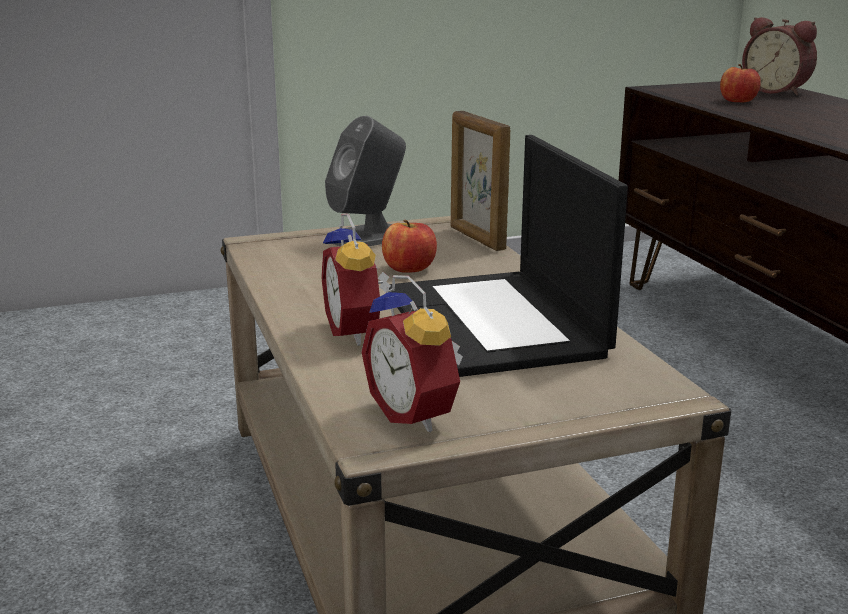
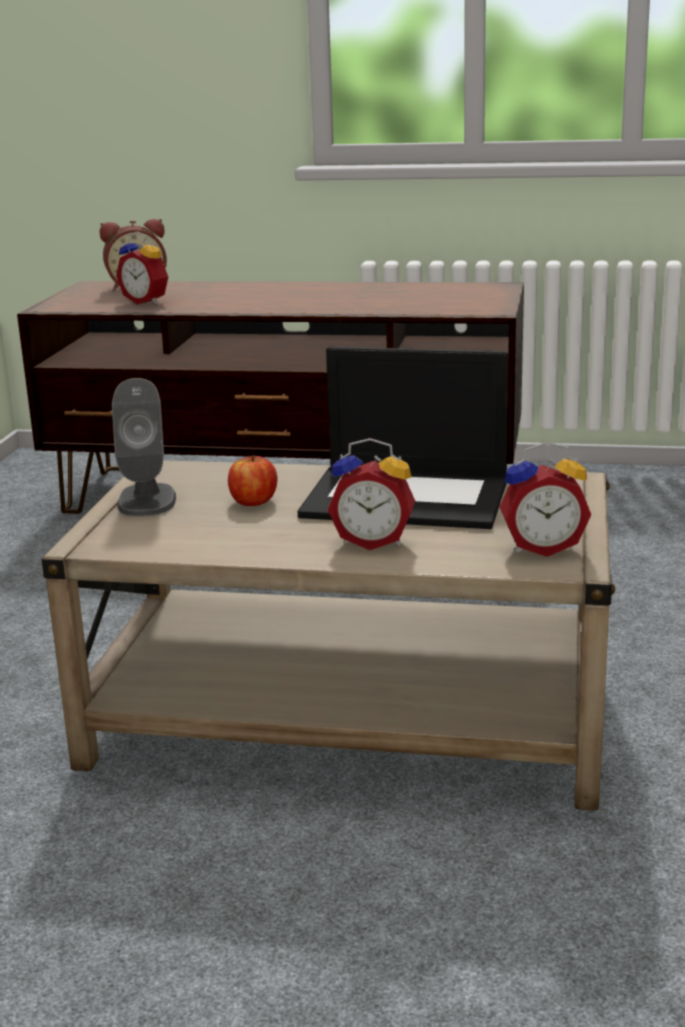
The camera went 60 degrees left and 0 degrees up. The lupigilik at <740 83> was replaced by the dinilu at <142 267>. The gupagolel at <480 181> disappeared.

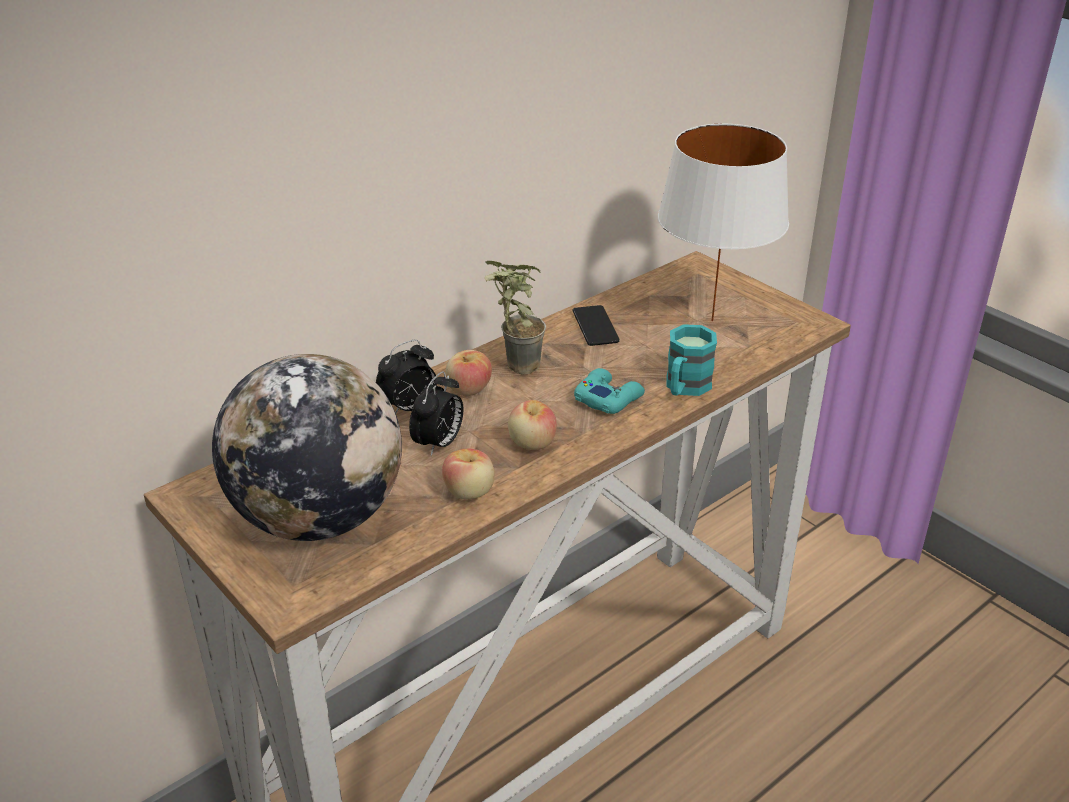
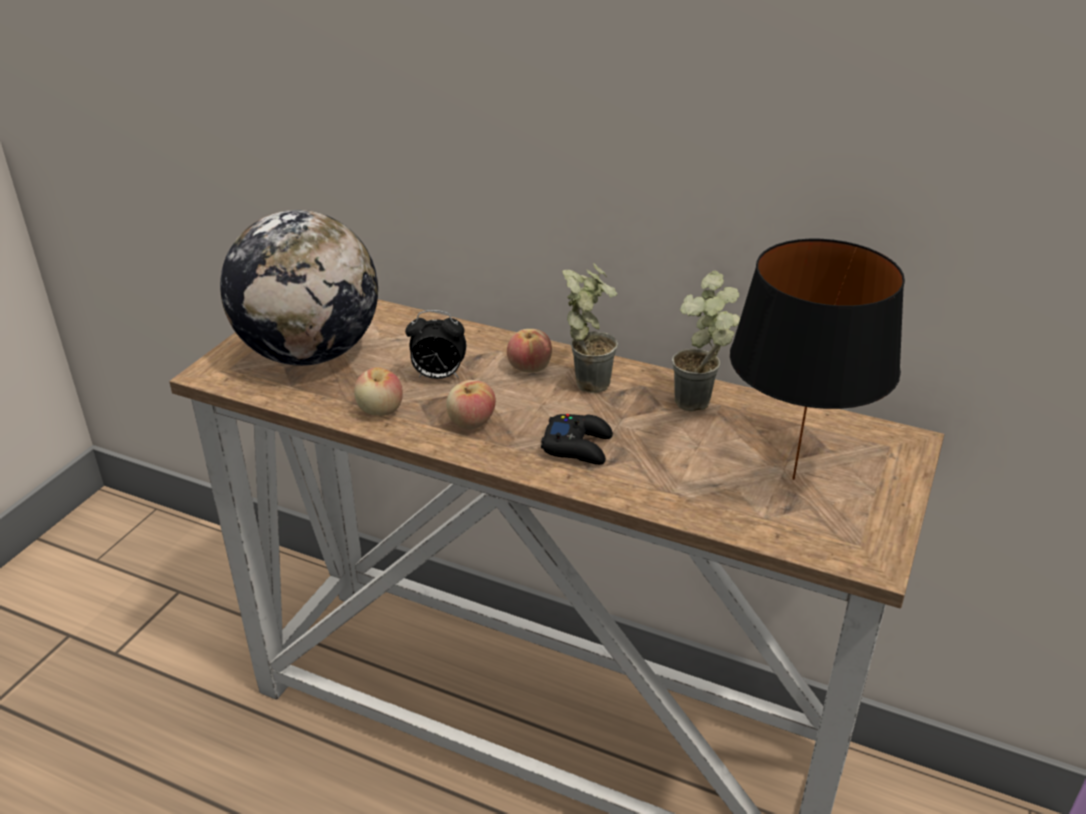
The camera went 65 degrees right and 0 degrees up. The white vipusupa at <723 222> became the black vipusupa at <817 359>. The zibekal at <596 325> was replaced by the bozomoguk at <706 341>. The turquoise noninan at <691 360> disappeared. The dinilu at <406 377> disappeared. The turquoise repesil at <609 391> became the black repesil at <577 439>.

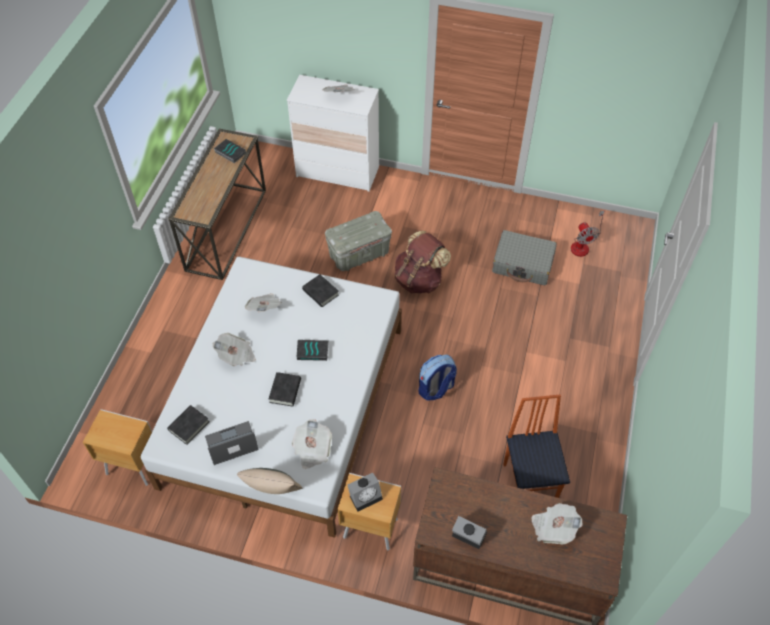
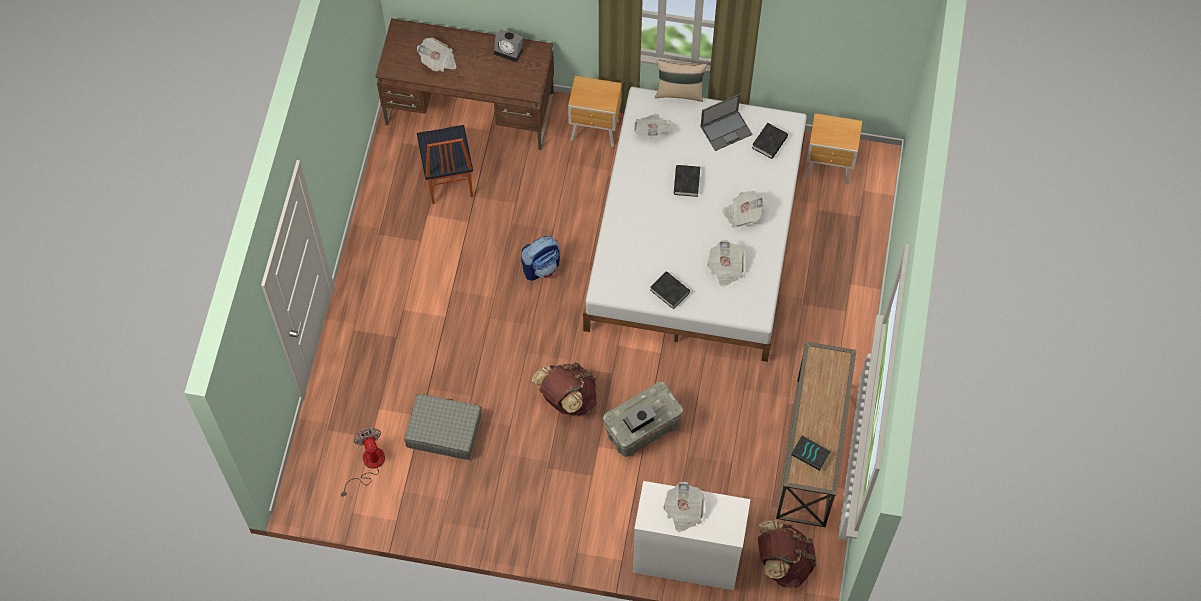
The camera went 175 degrees right and 10 degrees up. The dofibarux at <313 350> disappeared. The dinilu moved from <365 492> to <639 418>. The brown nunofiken at <787 554> appeared.

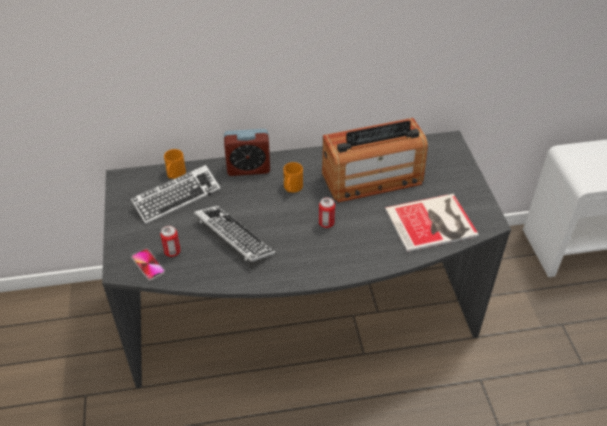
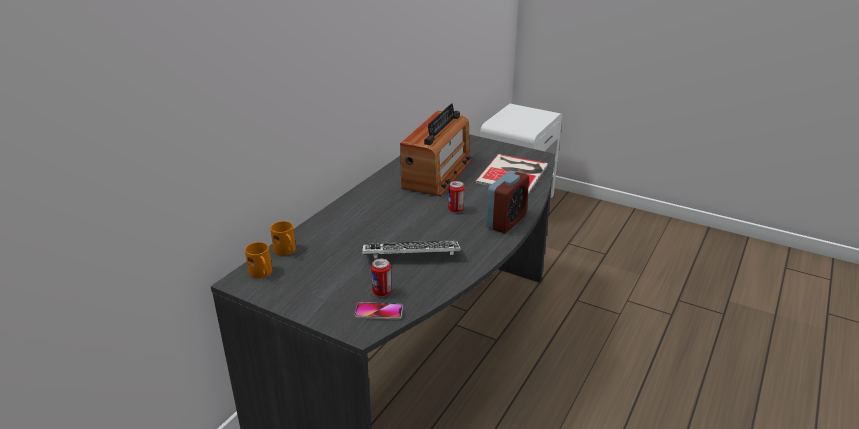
The camera went 50 degrees left and 15 degrees down. The dinilu moved from <247 152> to <507 202>. The orange noninan moved from <293 177> to <258 260>. The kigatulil at <176 195> disappeared.

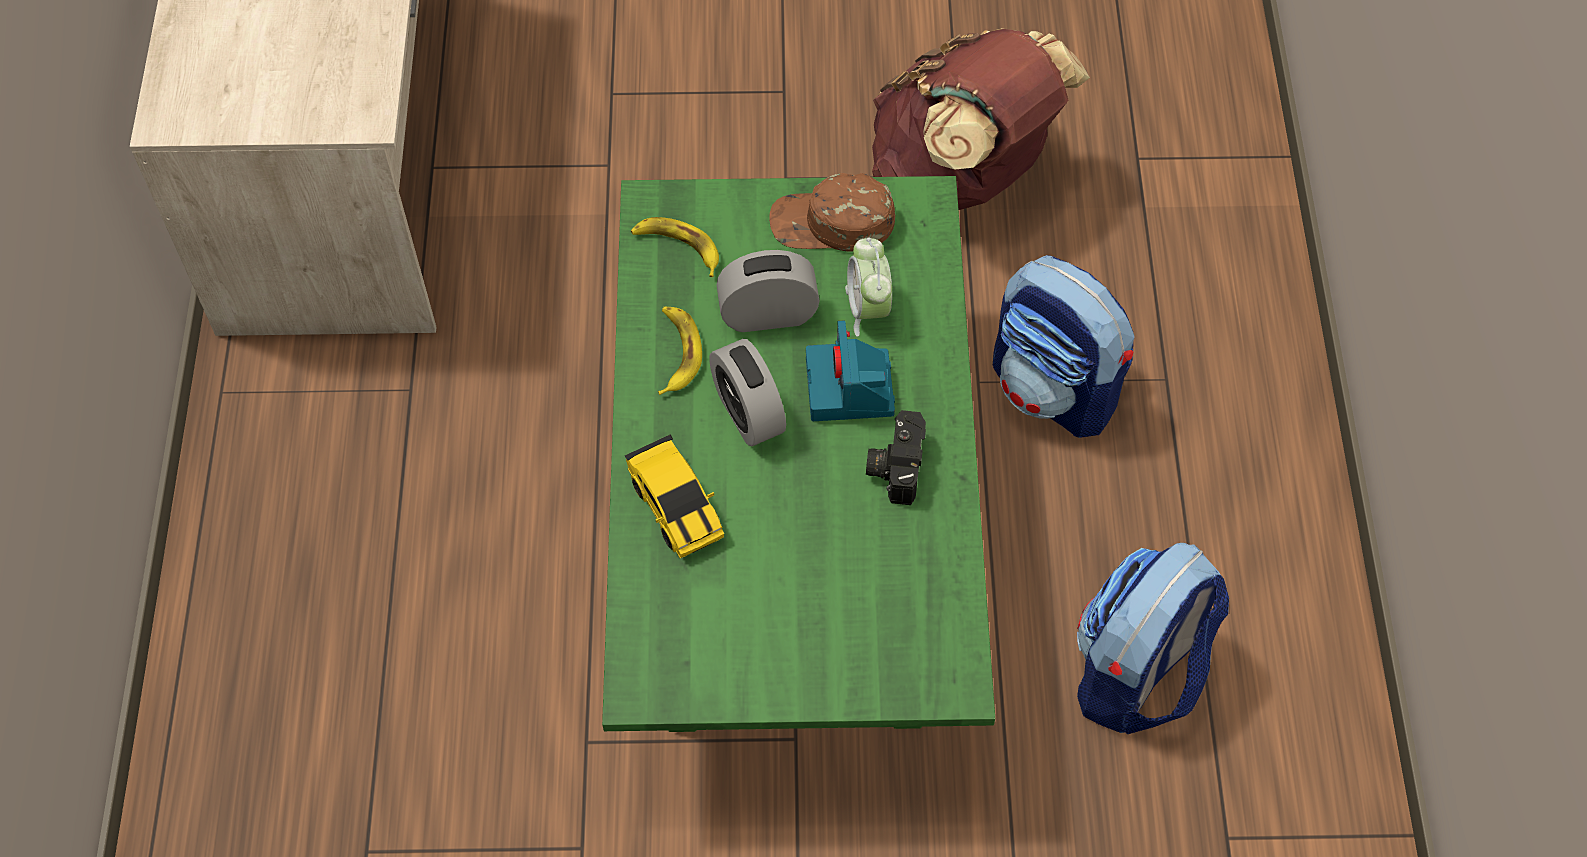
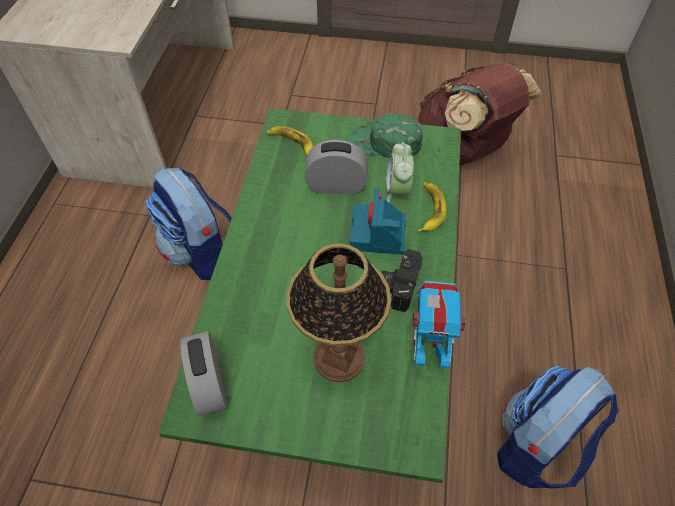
The camera went 10 degrees right and 5 degrees down. The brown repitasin at <832 212> became the green repitasin at <385 135>. The nunofiken moved from <1064 346> to <189 223>. The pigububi moved from <680 351> to <431 207>. The dinilu moved from <747 392> to <204 373>. The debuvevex at <674 496> disappeared. The vipusupa at <338 312> appeared. The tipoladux at <440 325> appeared.

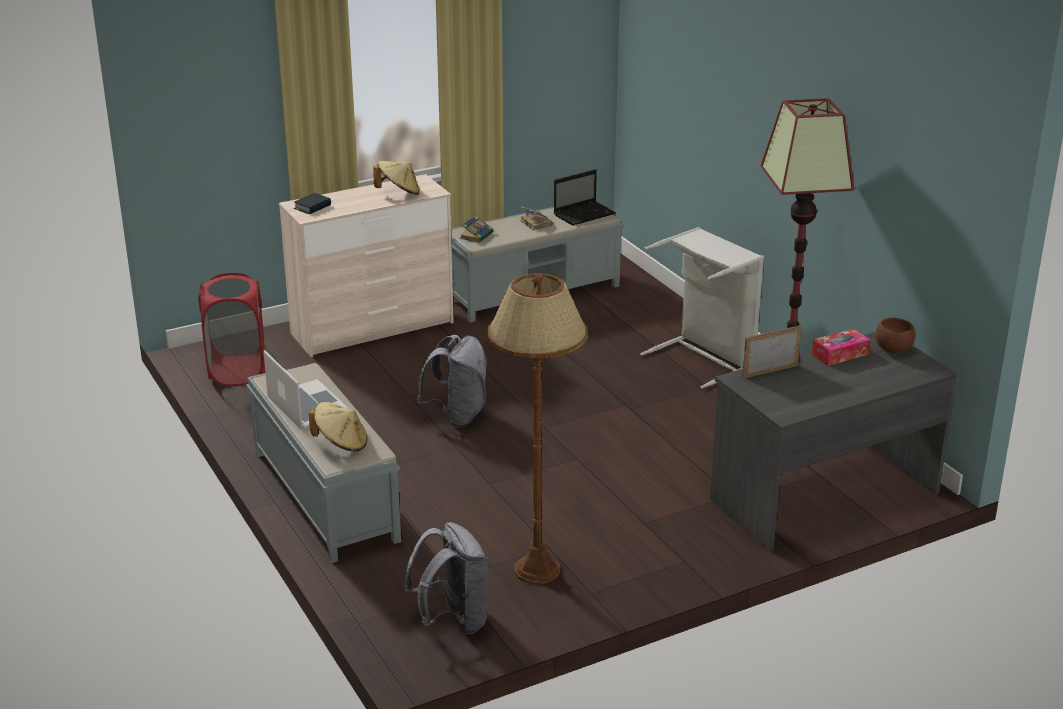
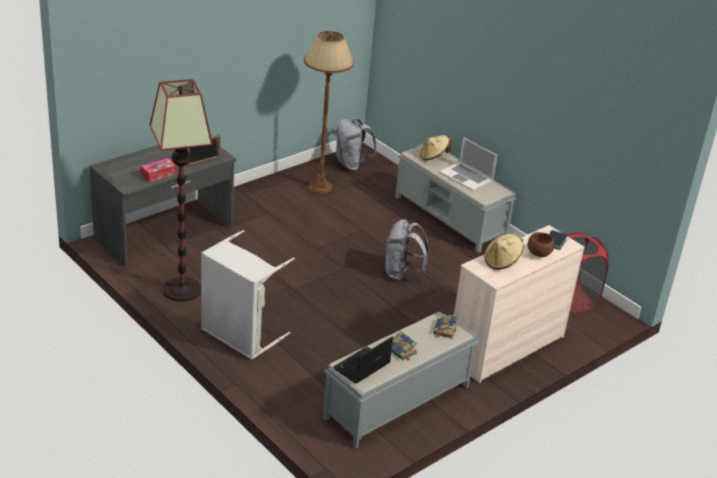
The camera went 165 degrees right and 5 degrees up. The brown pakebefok moved from <895 335> to <541 244>.

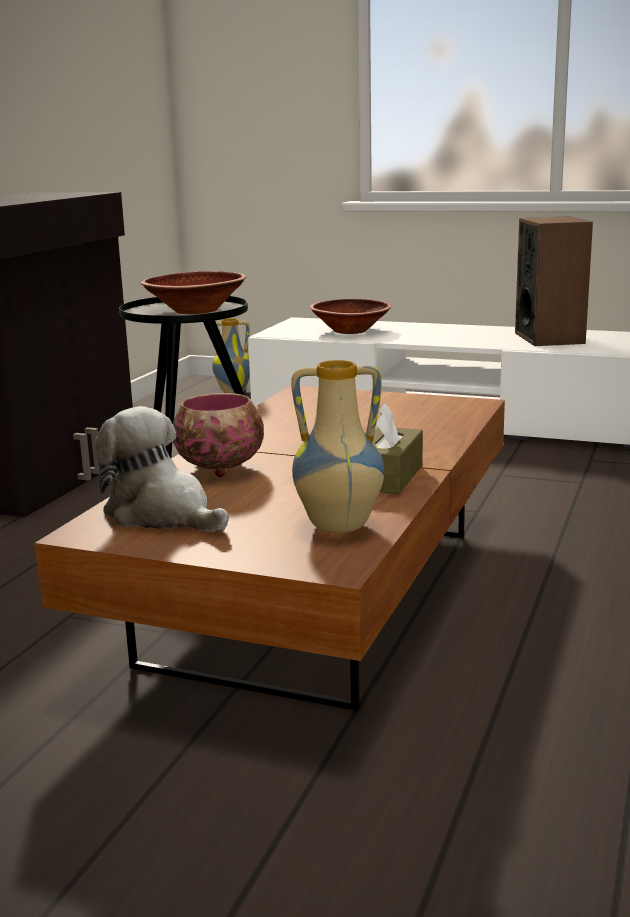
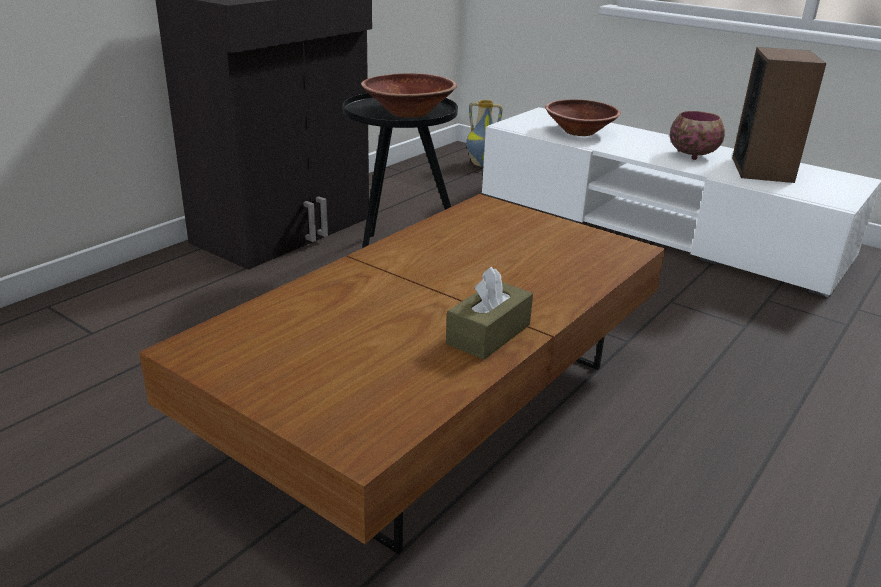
The camera went 15 degrees right and 10 degrees up. The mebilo at <337 446> disappeared. The pakebefok moved from <218 435> to <697 135>. The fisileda at <161 469> disappeared.

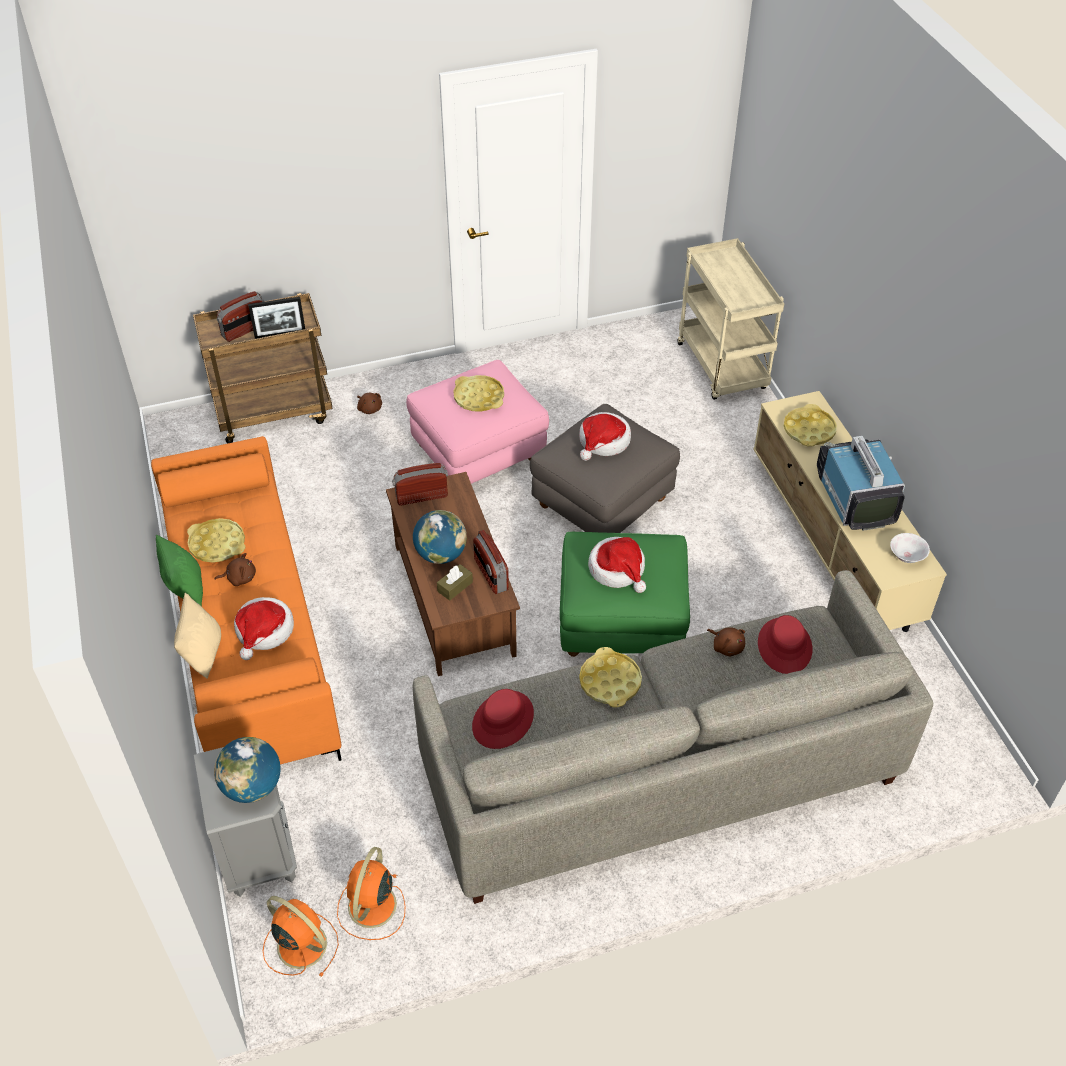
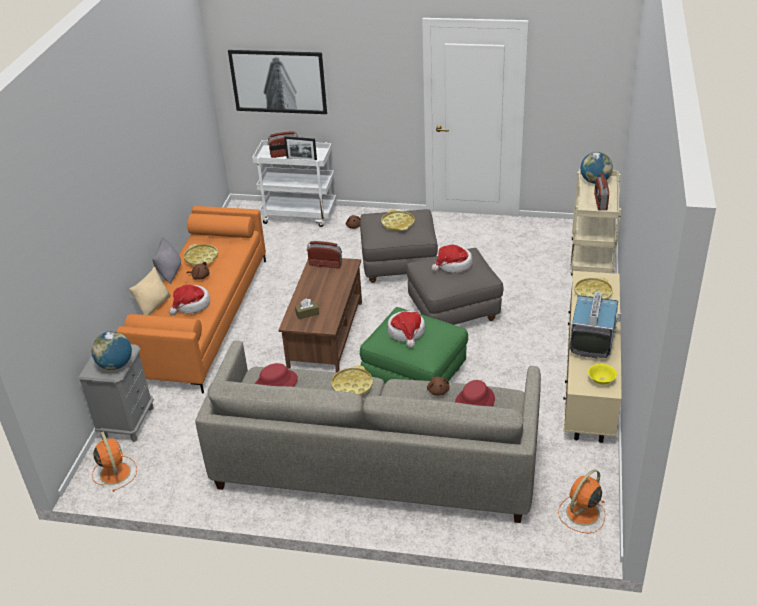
The camera went 30 degrees right and 10 degrees down. The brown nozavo at <263 368> became the white nozavo at <294 183>. The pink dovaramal at <477 422> became the grey dovaramal at <399 246>. The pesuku moved from <440 537> to <596 168>. The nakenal moved from <491 562> to <601 191>. The white pakebefok at <910 548> became the yellow pakebefok at <602 374>. The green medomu at <179 571> became the grey medomu at <166 260>. The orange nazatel moved from <371 893> to <581 501>. The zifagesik at <277 82> appeared.

